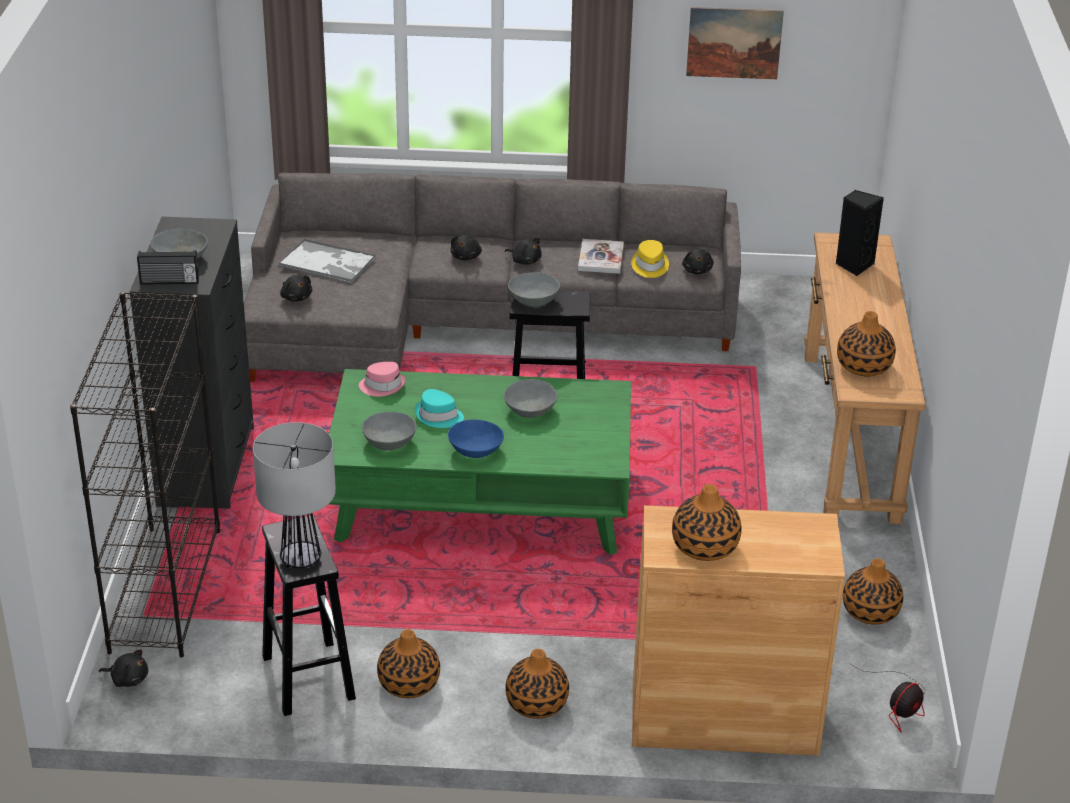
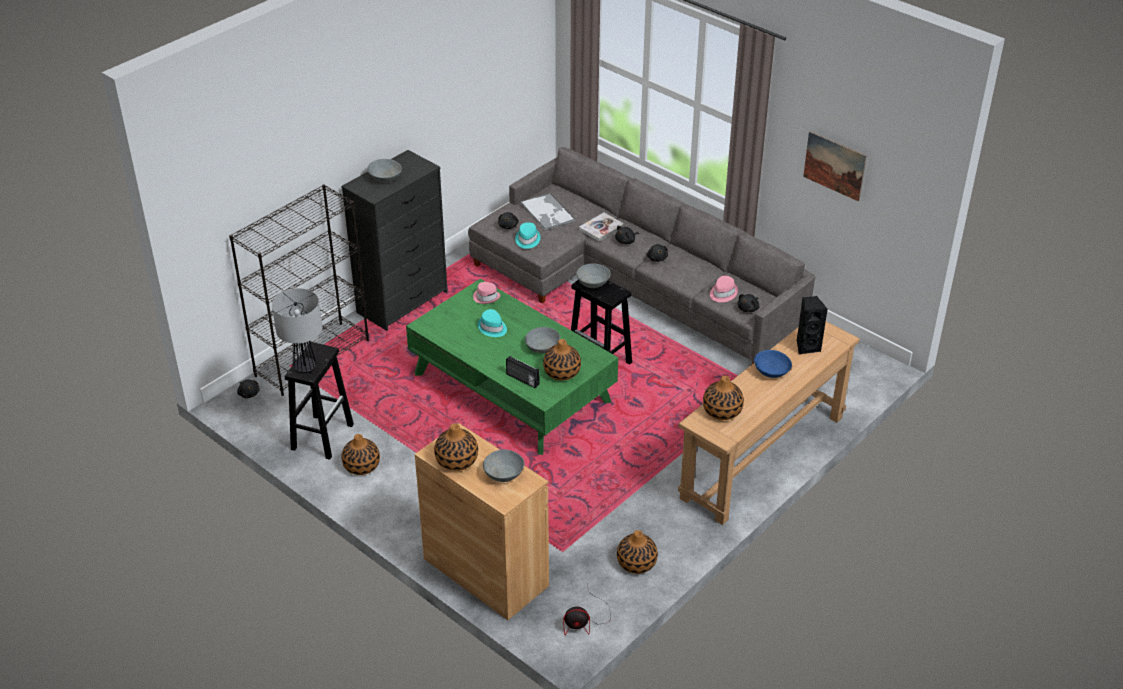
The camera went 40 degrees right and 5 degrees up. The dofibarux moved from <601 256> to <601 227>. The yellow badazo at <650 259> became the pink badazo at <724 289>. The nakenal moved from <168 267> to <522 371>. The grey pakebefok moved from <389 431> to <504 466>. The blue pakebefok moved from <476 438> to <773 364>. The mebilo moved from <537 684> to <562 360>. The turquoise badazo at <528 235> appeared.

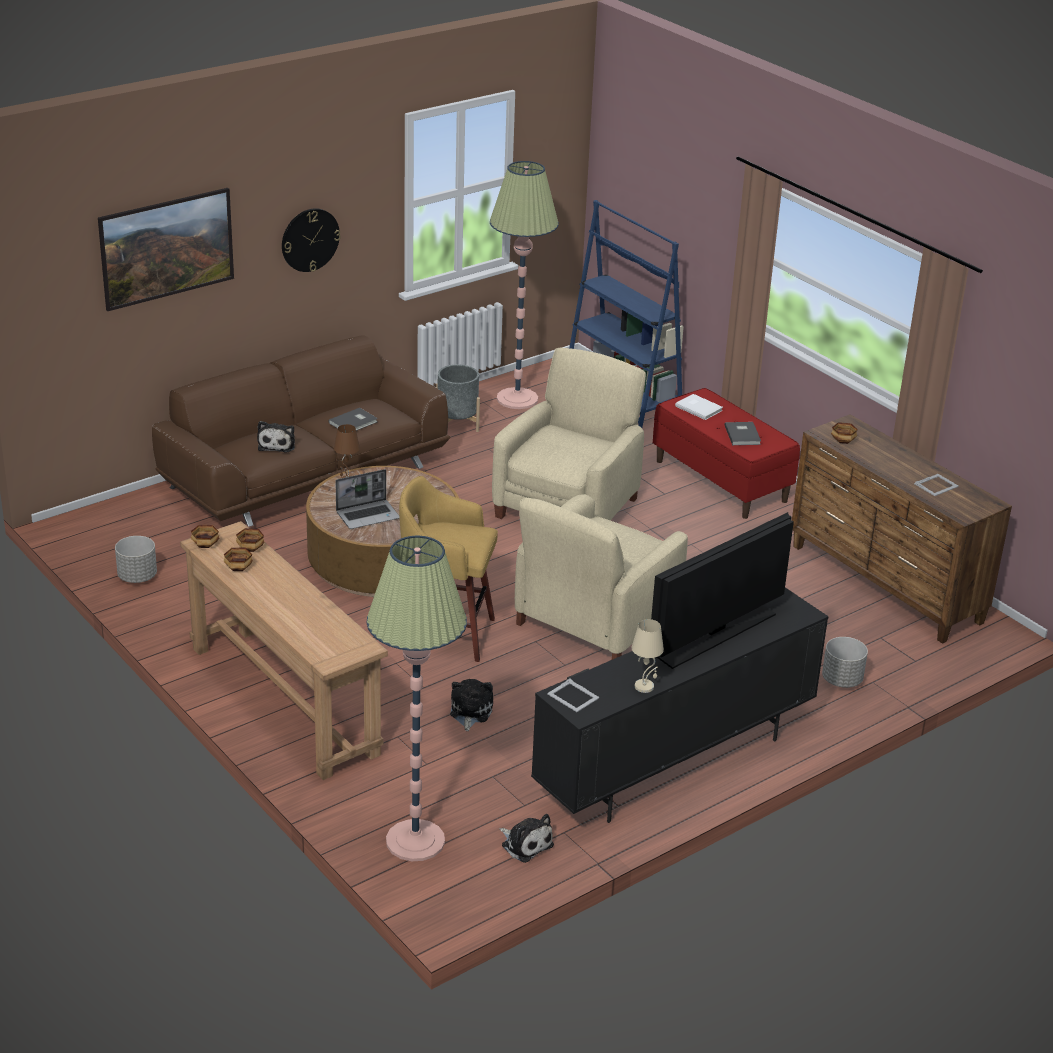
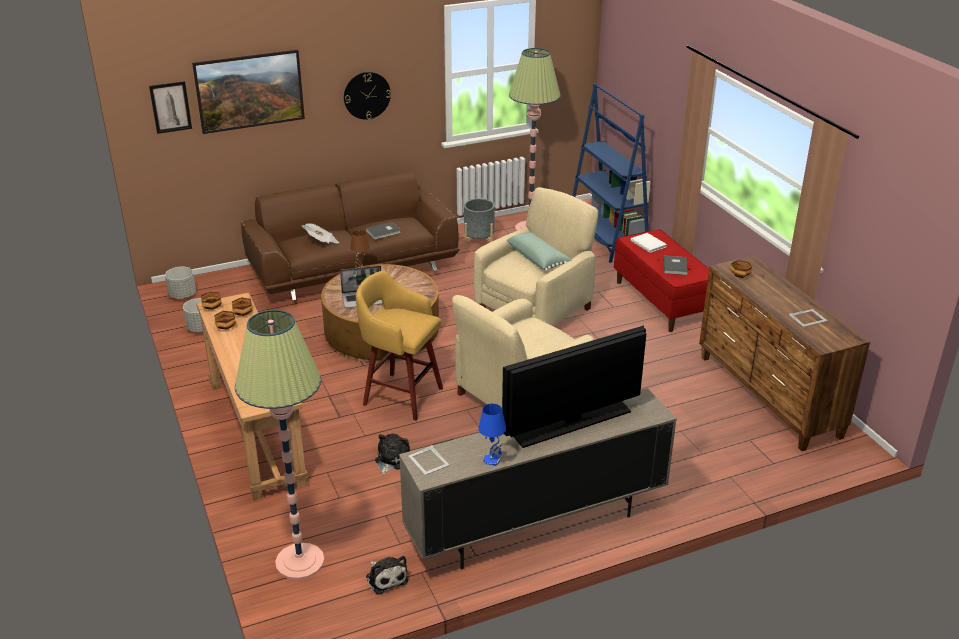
The camera went 15 degrees right and 0 degrees up. The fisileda at <276 437> was replaced by the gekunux at <320 233>. The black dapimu at <680 705> became the beige dapimu at <538 479>. The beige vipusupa at <648 656> became the blue vipusupa at <492 435>. The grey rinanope moved from <845 662> to <180 283>. The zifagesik at <170 107> appeared. The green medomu at <539 251> appeared.

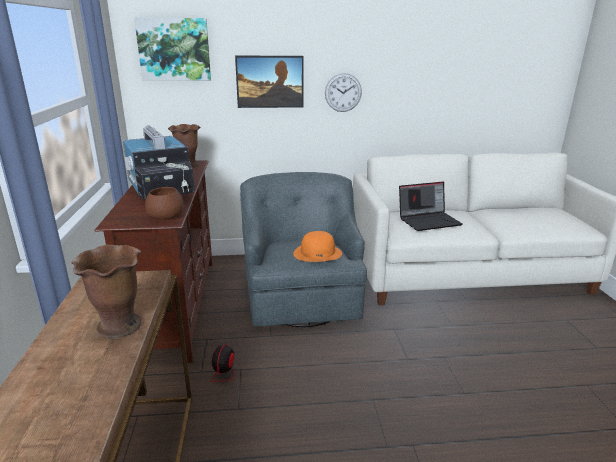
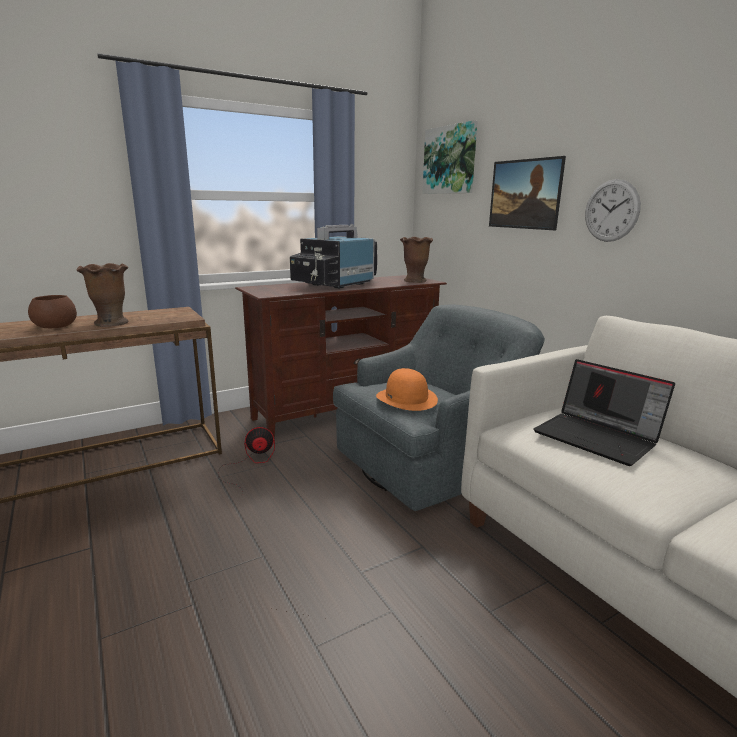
The camera went 65 degrees right and 5 degrees down. The brown pakebefok moved from <164 203> to <52 311>.

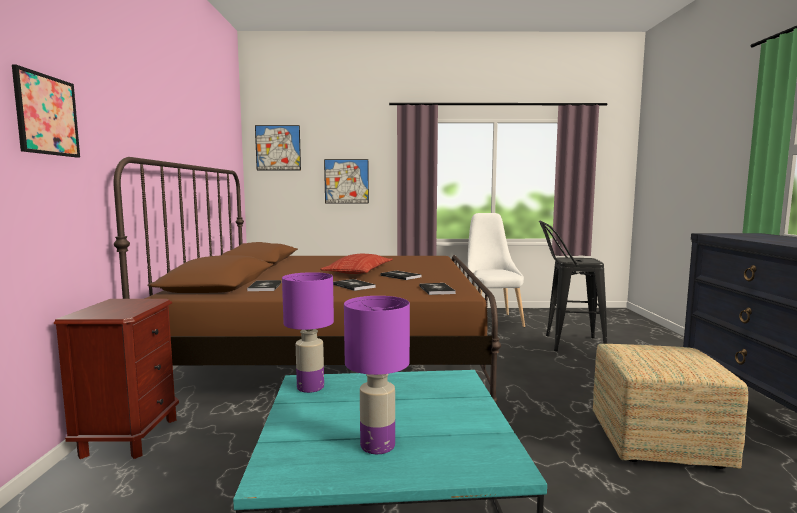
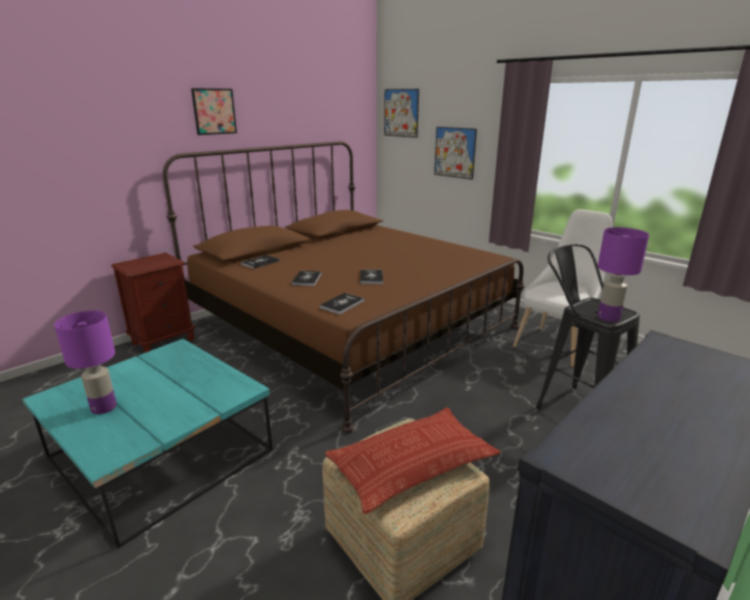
The camera went 45 degrees right and 15 degrees up. The zifagesik moved from <46 110> to <214 111>. The medomu moved from <356 264> to <412 461>. The purple vipusupa moved from <308 332> to <623 274>.

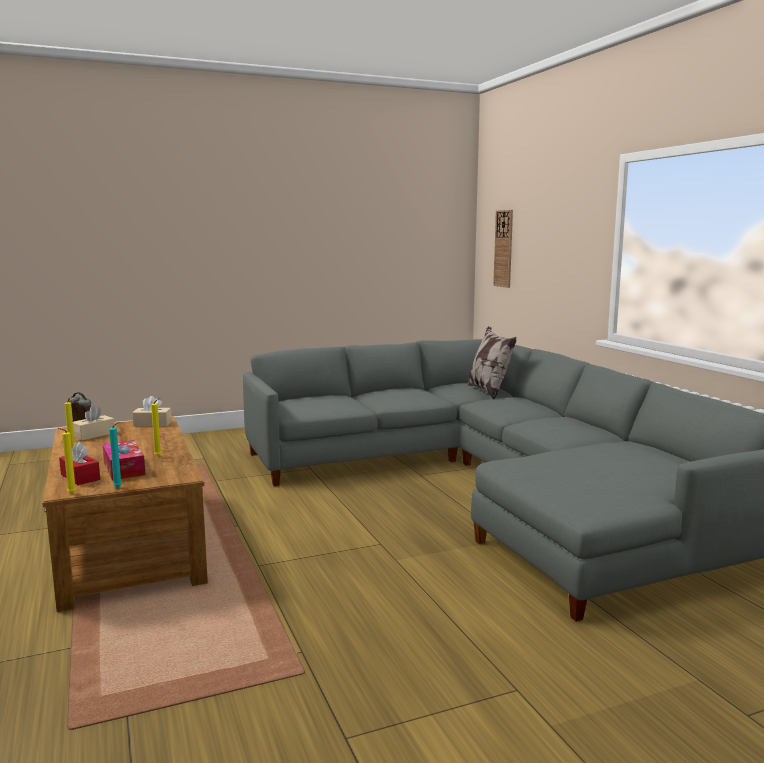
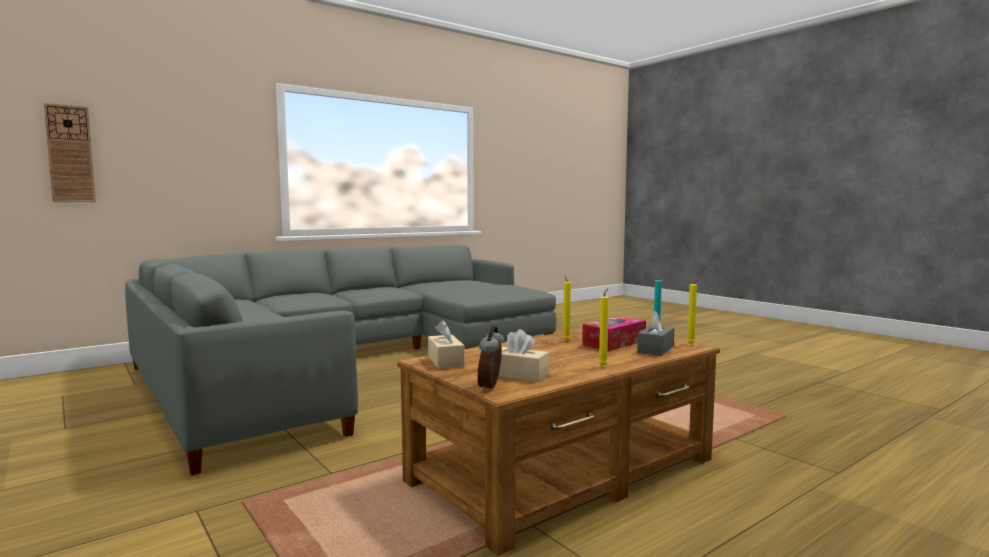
The camera went 105 degrees left and 5 degrees down. The medomu at <491 363> disappeared. The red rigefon at <79 463> became the grey rigefon at <655 333>.

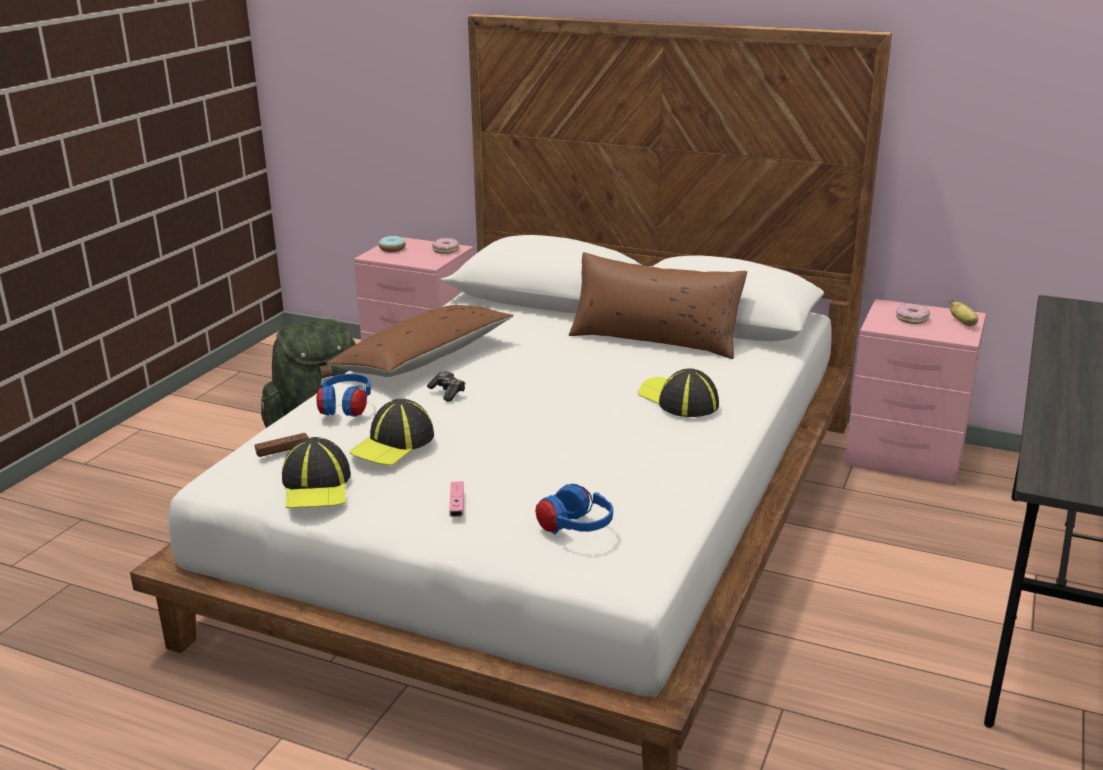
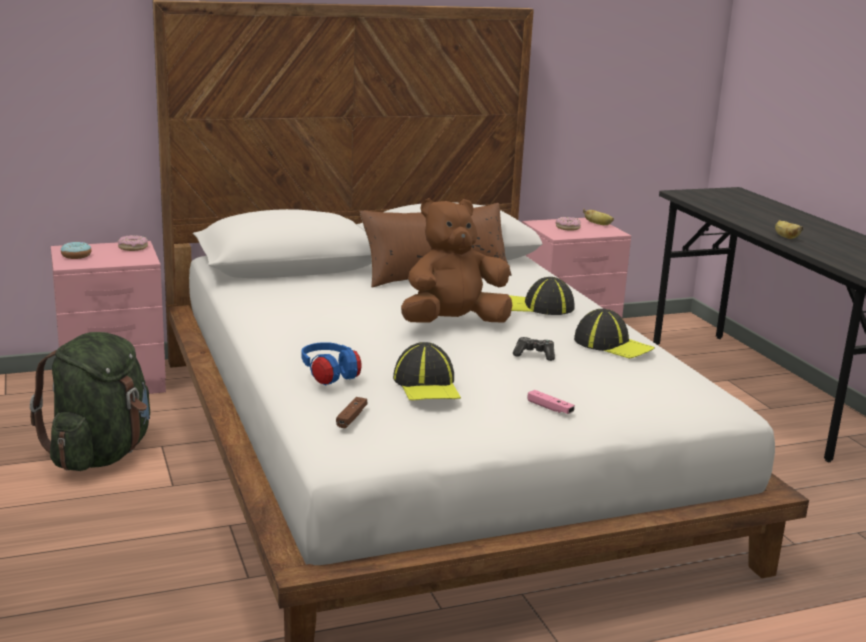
The camera went 45 degrees left and 5 degrees down. The brown medomu at <419 341> disappeared. The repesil moved from <446 386> to <534 349>. The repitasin moved from <316 472> to <614 334>. The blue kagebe at <574 509> disappeared. The brown fisileda at <456 260> appeared. The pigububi at <789 229> appeared.

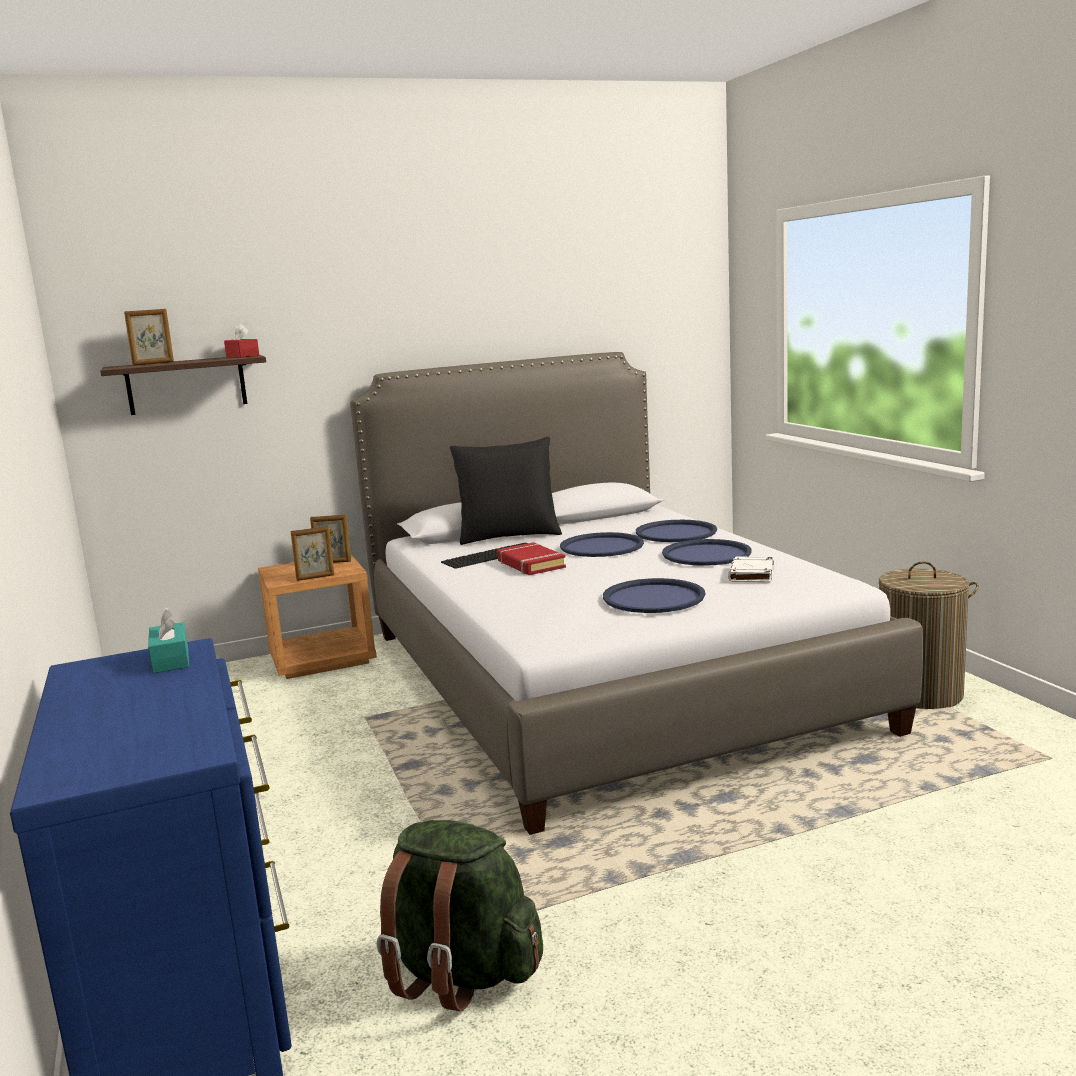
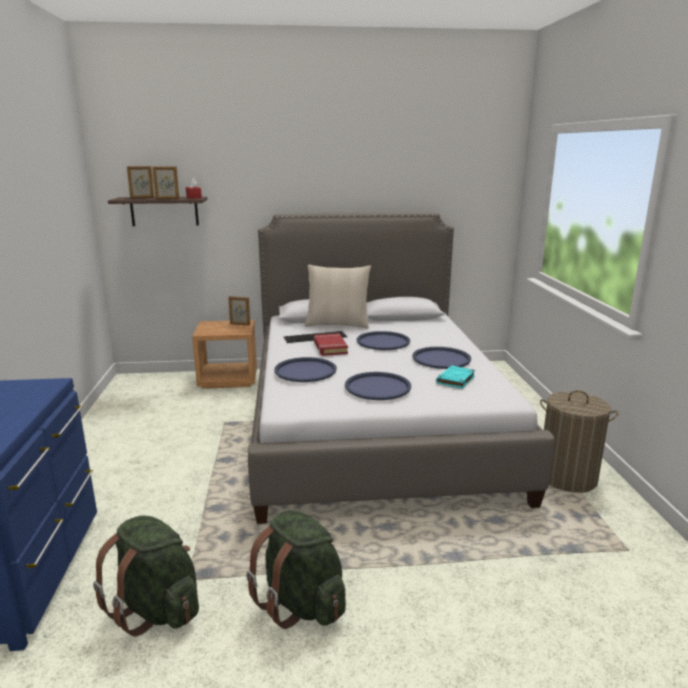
The camera went 15 degrees right and 5 degrees up. The black medomu at <506 491> became the beige medomu at <338 297>. The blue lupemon moved from <676 531> to <305 369>. The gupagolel moved from <312 553> to <165 182>. The white dofibarux at <751 570> became the turquoise dofibarux at <455 377>. The turquoise rigefon at <168 640> disappeared. The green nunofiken at <296 569> appeared.

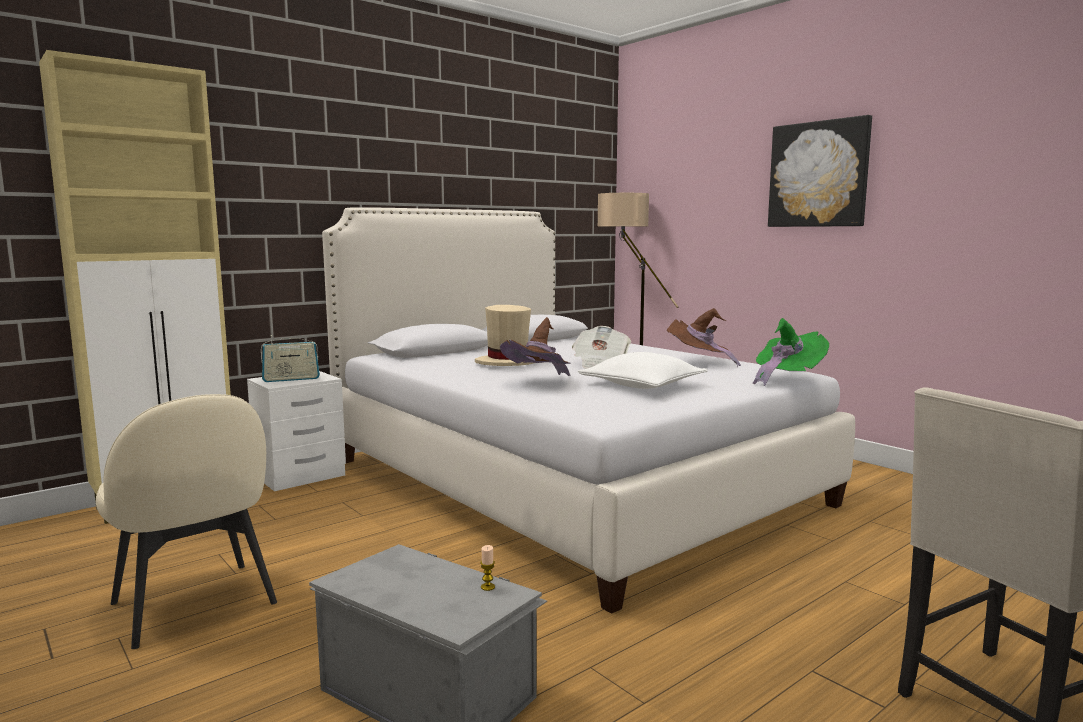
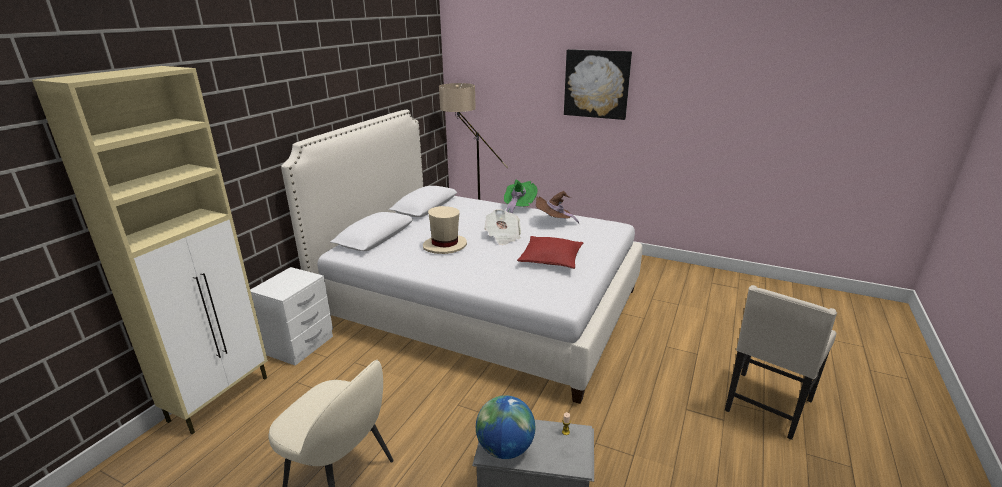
The camera went 25 degrees left and 15 degrees up. The brown badazo at <535 346> disappeared. The green badazo moved from <791 352> to <521 196>. The nakenal at <290 358> disappeared. The white medomu at <642 370> became the red medomu at <550 252>. The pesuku at <505 427> appeared.

